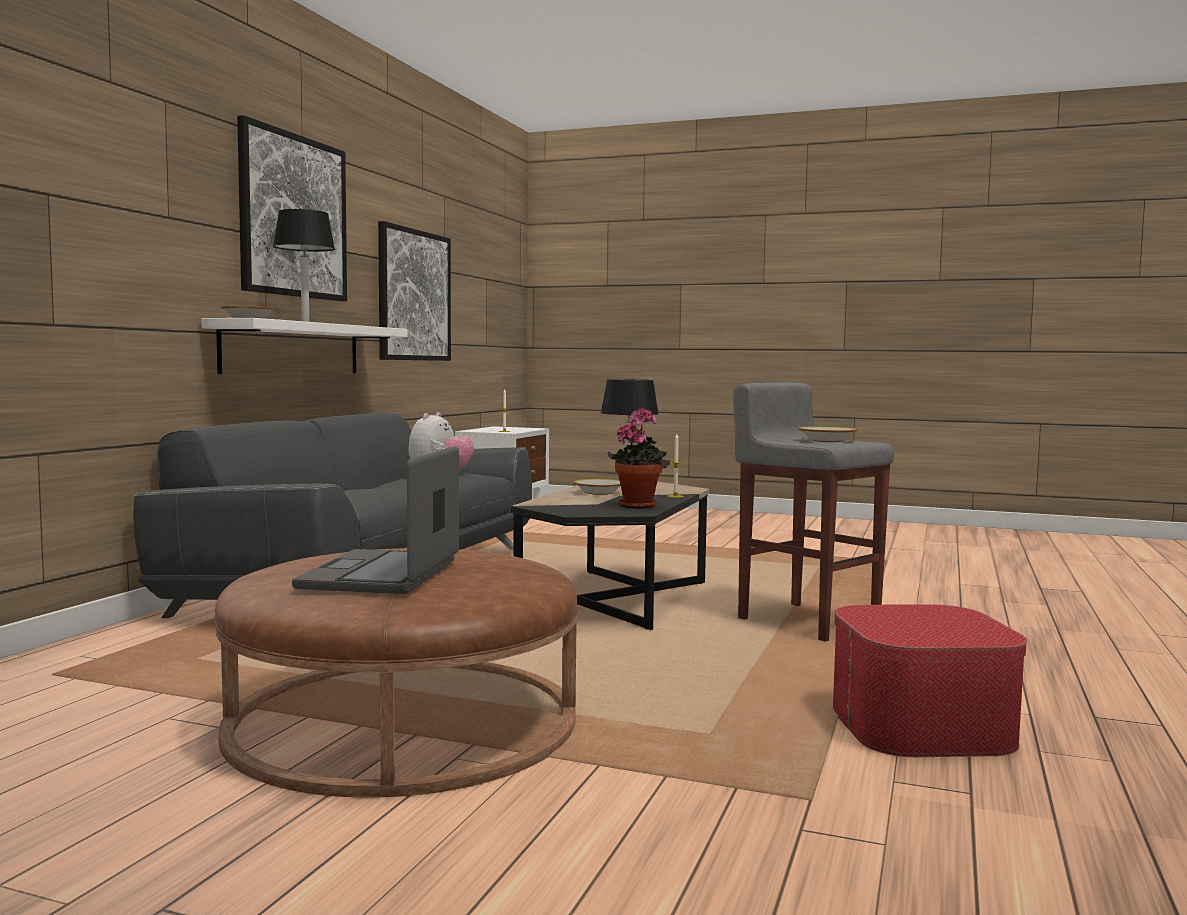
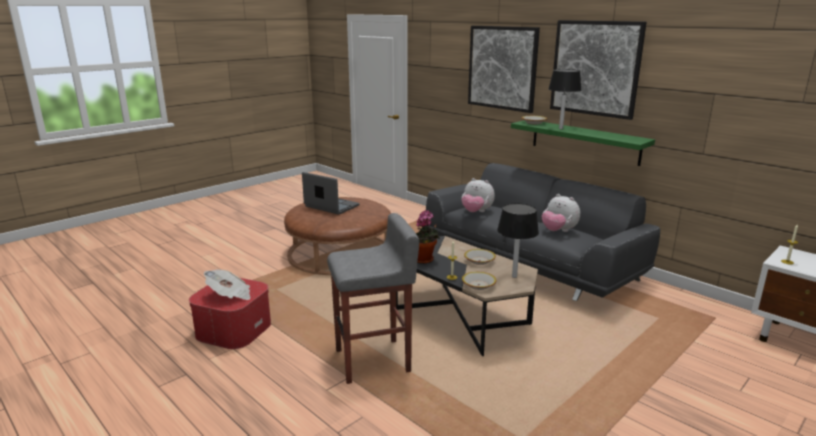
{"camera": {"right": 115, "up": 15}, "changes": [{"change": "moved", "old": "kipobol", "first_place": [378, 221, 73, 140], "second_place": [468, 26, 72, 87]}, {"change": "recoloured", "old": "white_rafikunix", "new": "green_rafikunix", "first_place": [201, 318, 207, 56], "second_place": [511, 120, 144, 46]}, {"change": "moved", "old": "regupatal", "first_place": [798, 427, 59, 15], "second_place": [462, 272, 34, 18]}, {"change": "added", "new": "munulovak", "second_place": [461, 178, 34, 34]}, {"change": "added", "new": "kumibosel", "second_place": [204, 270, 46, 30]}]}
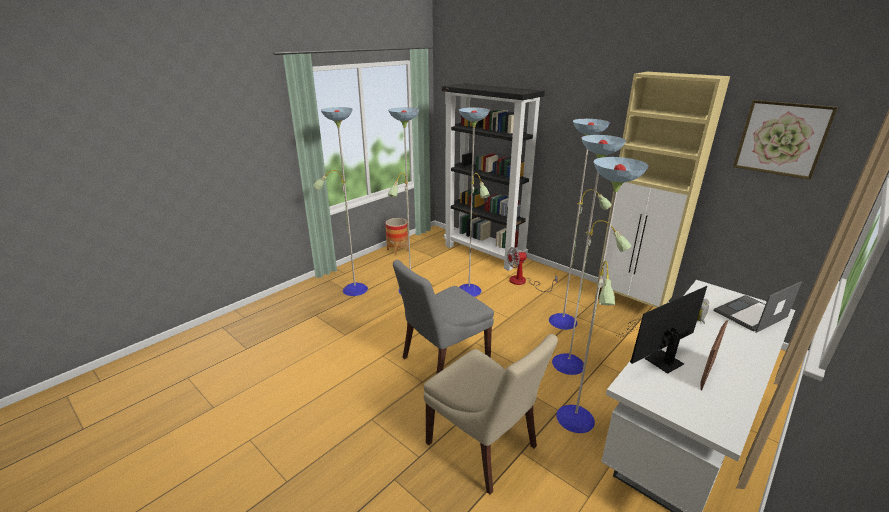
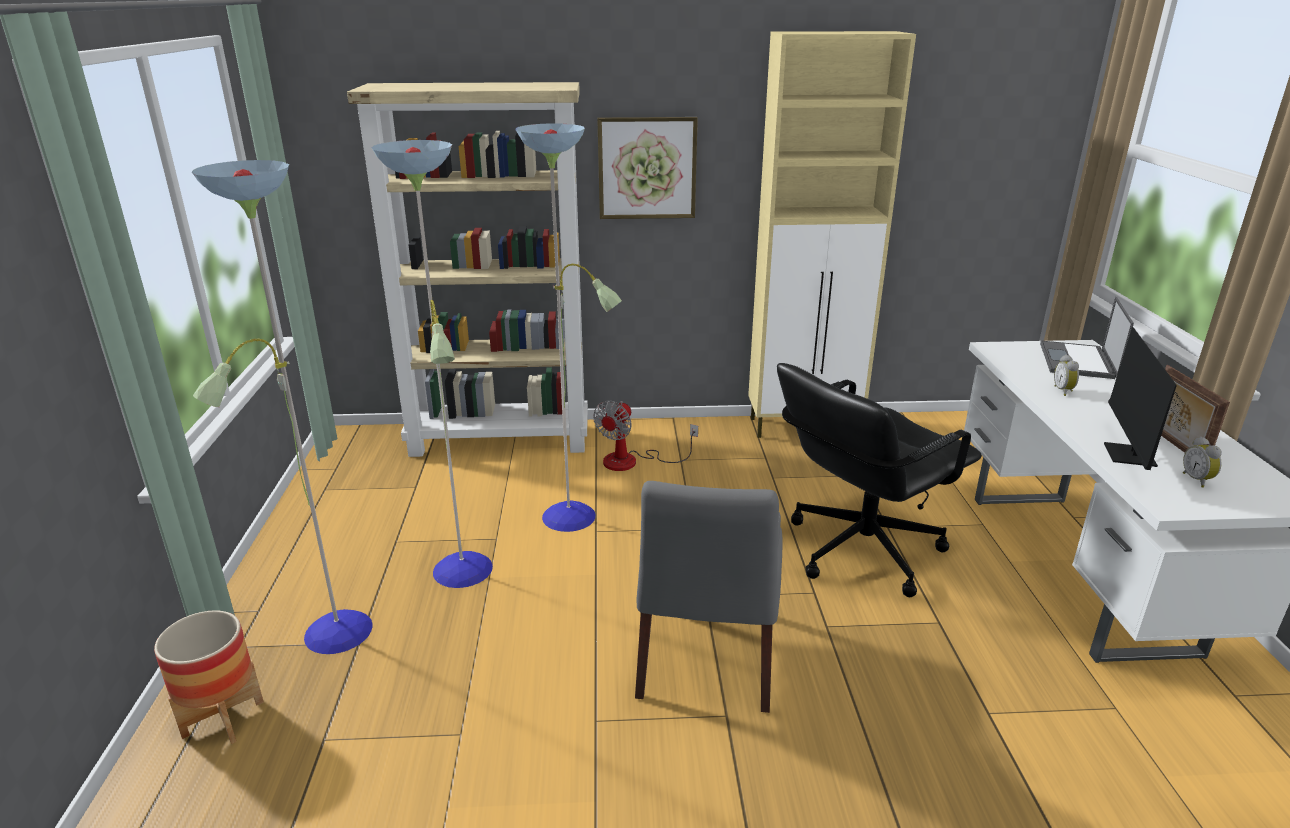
{"camera": {"right": -45, "up": 0}, "changes": [{"change": "recoloured", "old": "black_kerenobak", "new": "beige_kerenobak", "first_place": [442, 83, 103, 188], "second_place": [347, 82, 241, 375]}, {"change": "moved", "old": "kipobol", "first_place": [733, 100, 105, 80], "second_place": [597, 117, 101, 102]}, {"change": "replaced", "old": "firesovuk", "new": "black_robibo", "first_place": [549, 119, 100, 314], "second_place": [777, 363, 205, 234]}, {"change": "moved", "old": "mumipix", "first_place": [386, 218, 23, 37], "second_place": [154, 610, 110, 134]}, {"change": "removed", "old": "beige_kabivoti", "first_place": [424, 334, 134, 161]}, {"change": "added", "new": "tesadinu", "second_place": [1183, 436, 39, 52]}]}
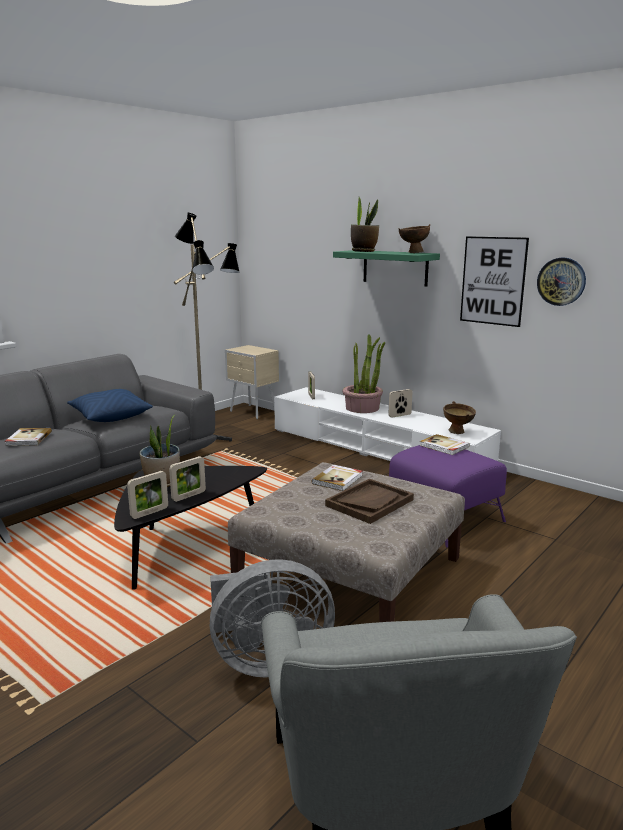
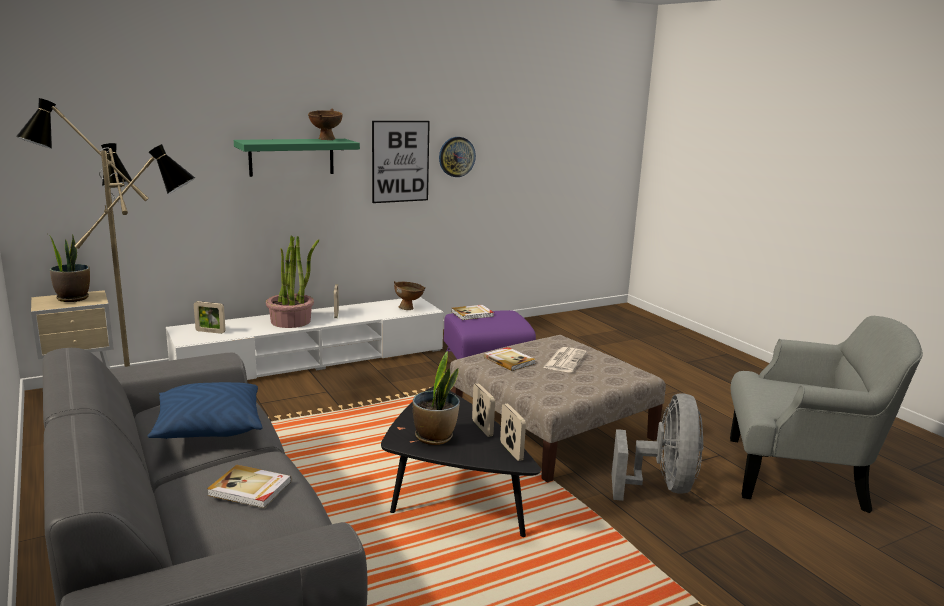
{"camera": {"right": -70, "up": 0}, "changes": [{"change": "moved", "old": "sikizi", "first_place": [351, 197, 28, 55], "second_place": [48, 234, 42, 68]}, {"change": "replaced", "old": "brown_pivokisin", "new": "kumibosel", "first_place": [325, 479, 89, 45], "second_place": [543, 347, 44, 25]}]}
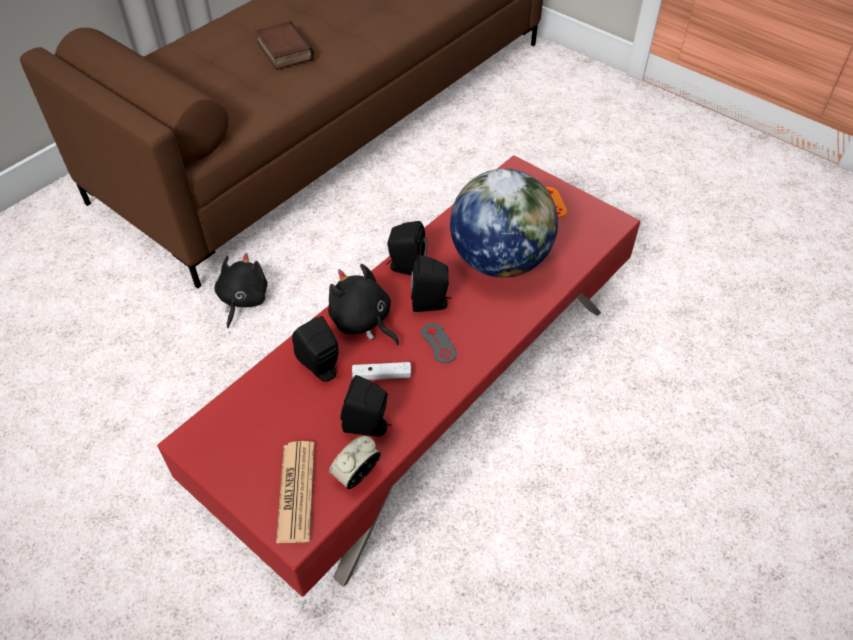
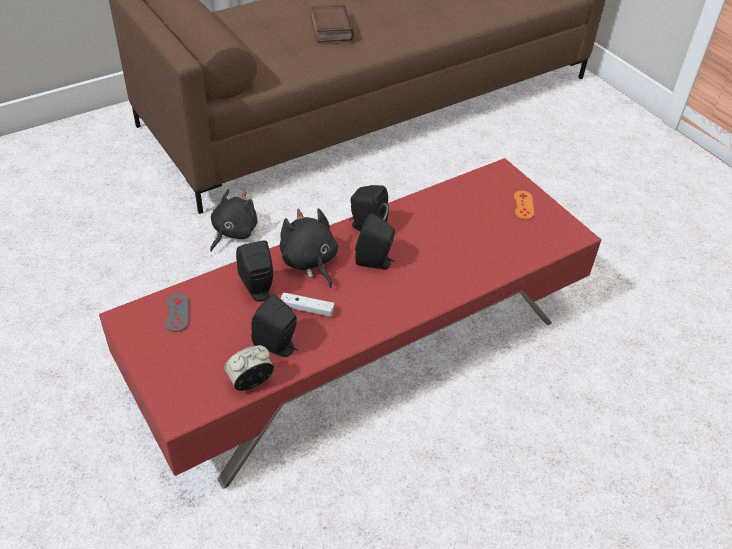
{"camera": {"right": 15, "up": -5}, "changes": [{"change": "removed", "old": "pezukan", "first_place": [450, 169, 108, 109]}, {"change": "moved", "old": "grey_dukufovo", "first_place": [421, 323, 36, 40], "second_place": [165, 294, 24, 38]}, {"change": "removed", "old": "kumibosel", "first_place": [276, 441, 39, 103]}]}
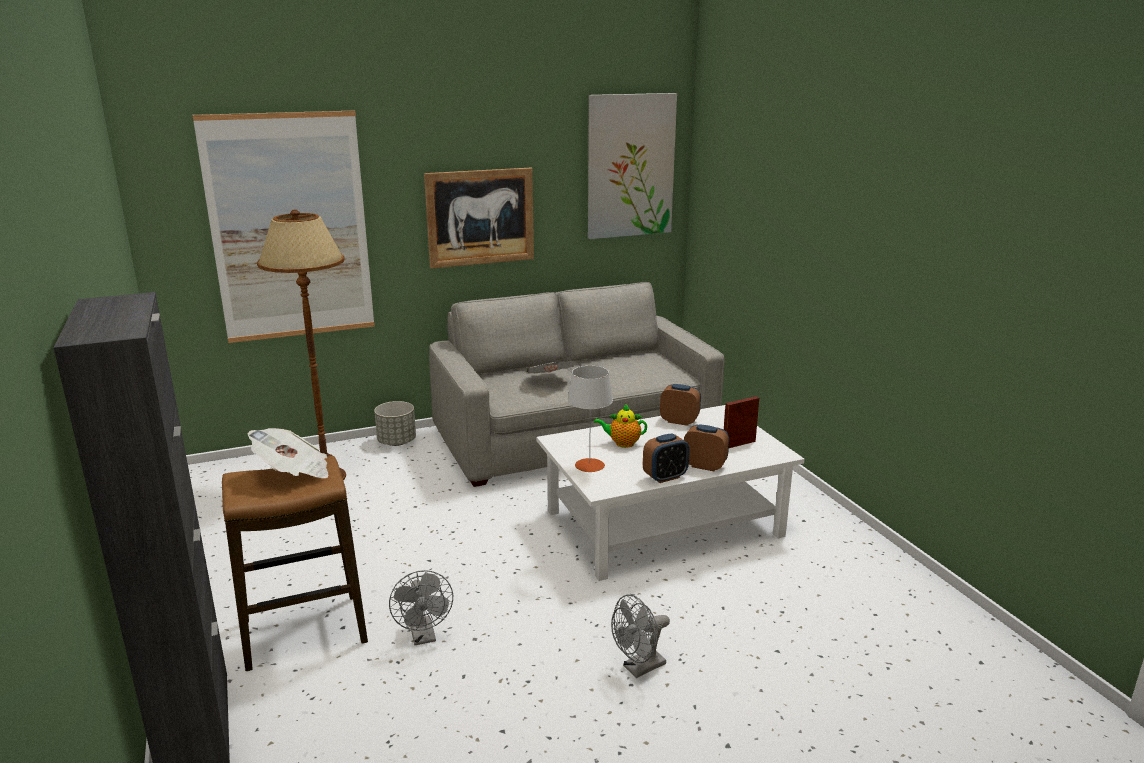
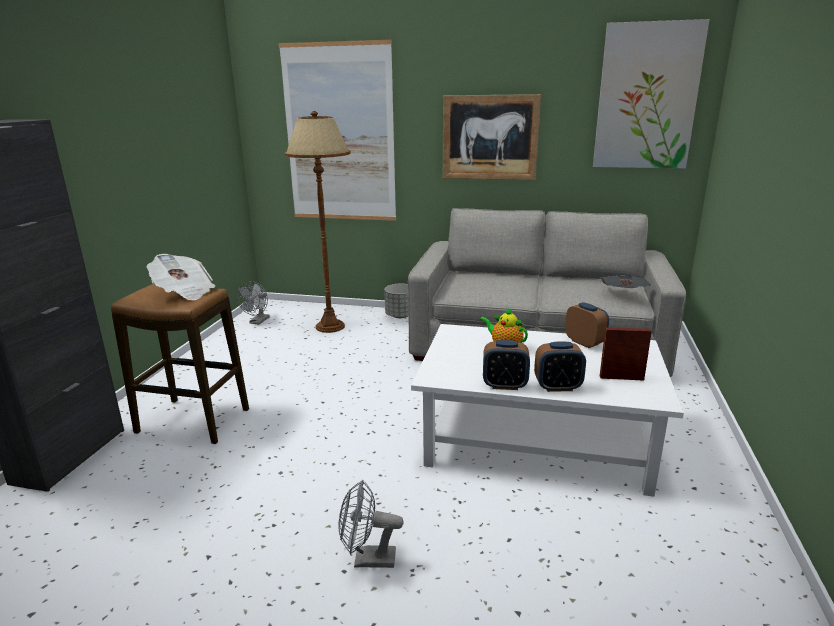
{"camera": {"right": 35, "up": 0}, "changes": [{"change": "moved", "old": "kumibosel", "first_place": [525, 361, 49, 13], "second_place": [600, 275, 51, 13]}, {"change": "removed", "old": "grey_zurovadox", "first_place": [568, 366, 45, 106]}, {"change": "turned", "old": "tesadinu", "first_place": [684, 425, 45, 46], "second_place": [534, 341, 52, 51], "degrees": 120}, {"change": "moved", "old": "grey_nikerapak", "first_place": [389, 570, 64, 75], "second_place": [237, 281, 33, 44]}]}
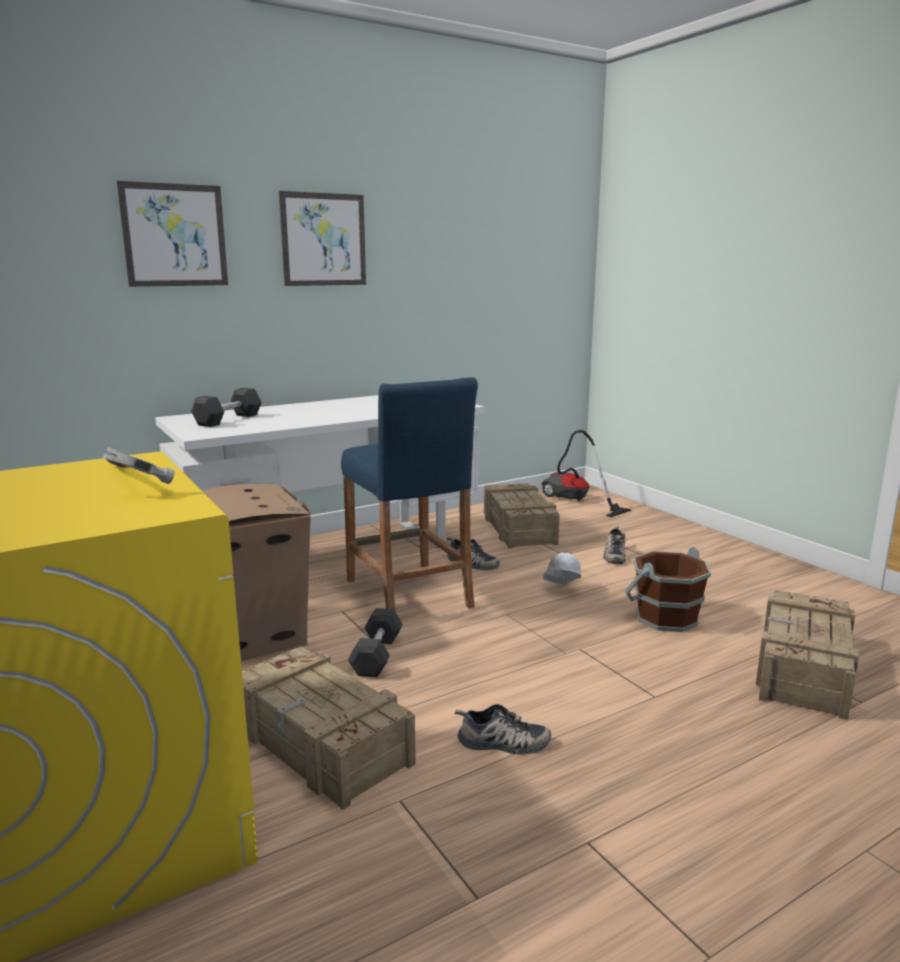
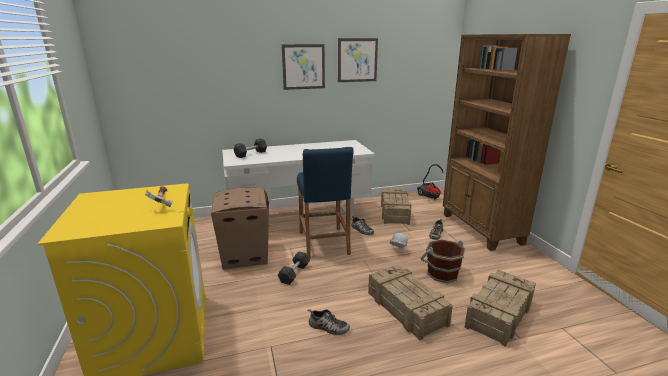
{"camera": {"right": 15, "up": 5}, "changes": [{"change": "moved", "old": "kipobol", "first_place": [117, 181, 111, 106], "second_place": [338, 38, 40, 44]}, {"change": "moved", "old": "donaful", "first_place": [242, 646, 174, 164], "second_place": [368, 264, 85, 76]}, {"change": "added", "new": "brown_kerenobak", "second_place": [443, 34, 128, 217]}]}
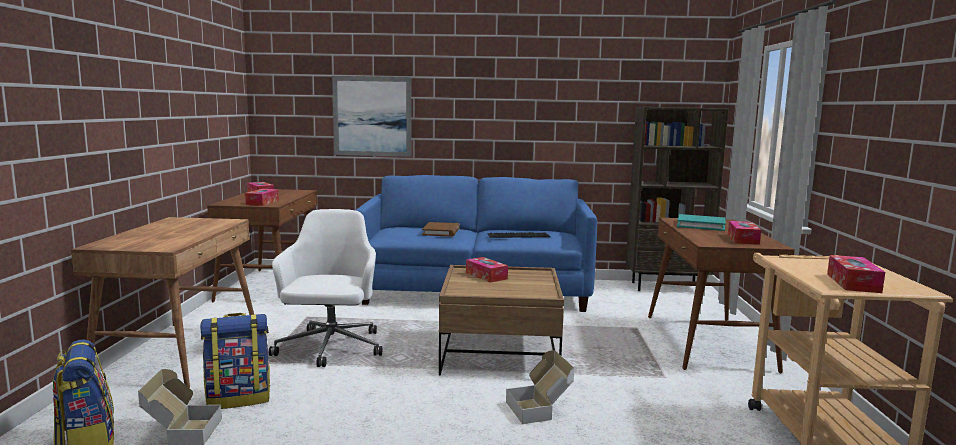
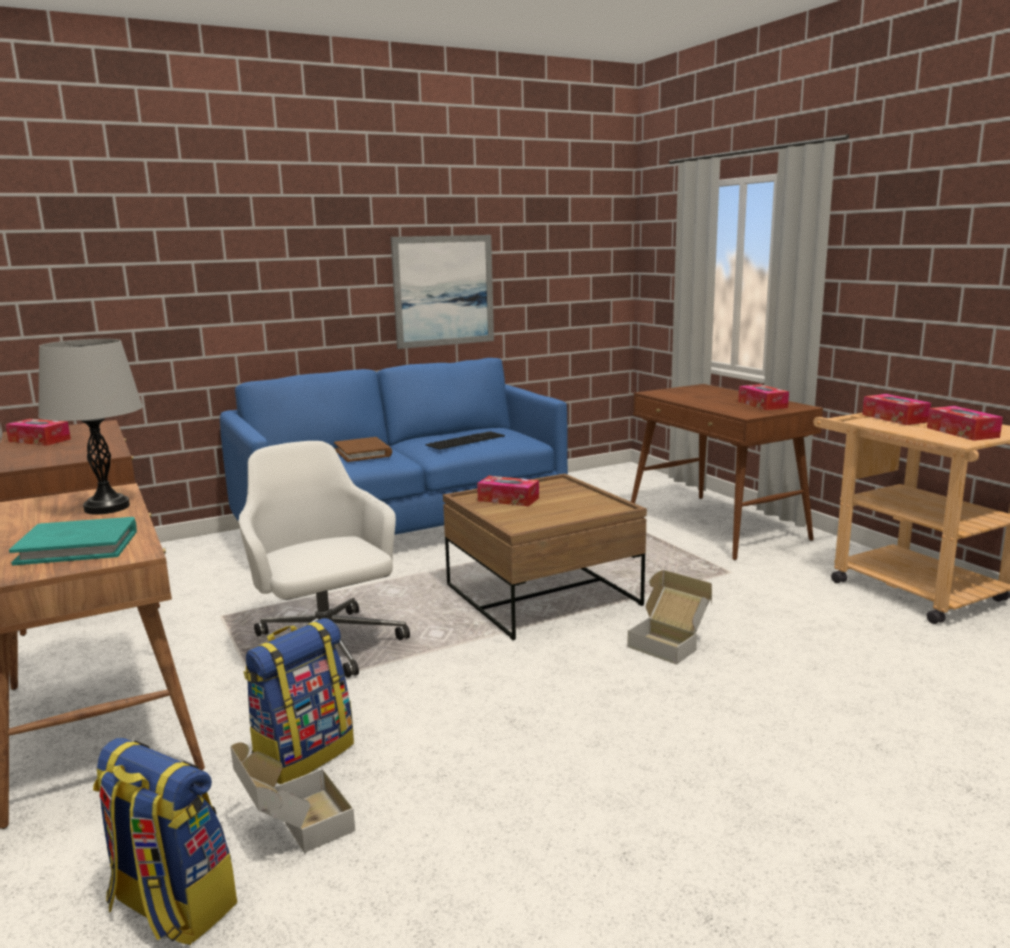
{"camera": {"right": -30, "up": 5}, "changes": [{"change": "moved", "old": "kipobol", "first_place": [332, 76, 79, 81], "second_place": [391, 235, 103, 114]}, {"change": "removed", "old": "brown_kerenobak", "first_place": [626, 107, 103, 184]}, {"change": "moved", "old": "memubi", "first_place": [245, 189, 34, 17], "second_place": [862, 394, 69, 31]}, {"change": "moved", "old": "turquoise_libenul", "first_place": [677, 214, 49, 17], "second_place": [9, 517, 128, 48]}, {"change": "added", "new": "grey_zurovadox", "second_place": [38, 339, 105, 175]}]}
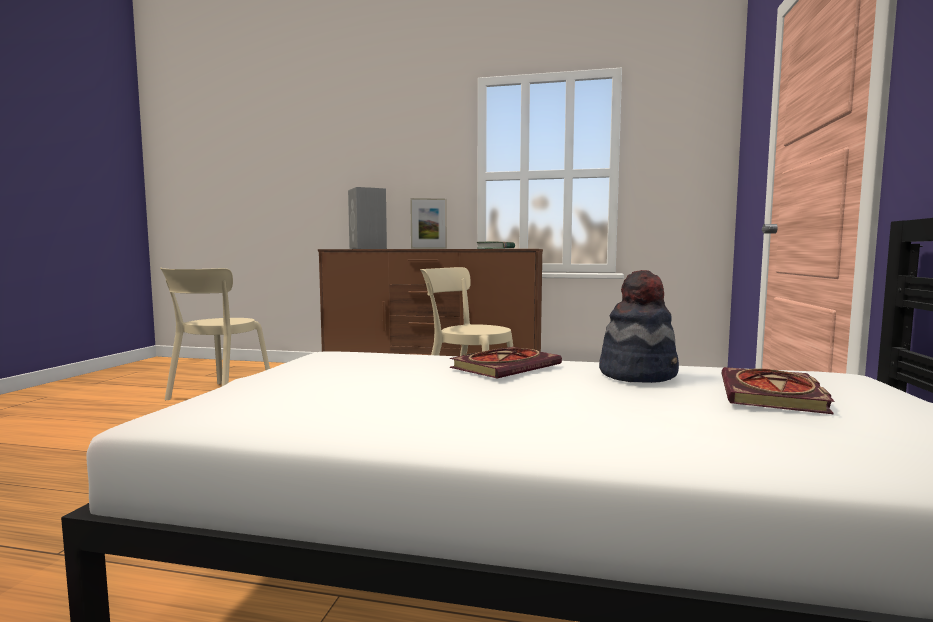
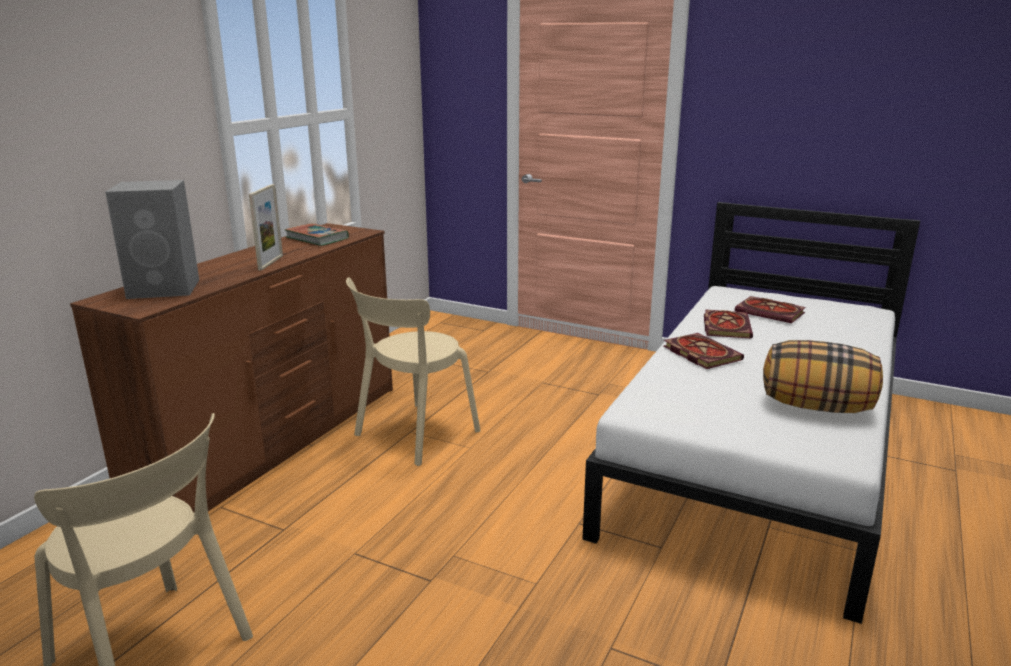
{"camera": {"right": -75, "up": 15}, "changes": [{"change": "replaced", "old": "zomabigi", "new": "libenul", "first_place": [599, 270, 80, 113], "second_place": [704, 309, 49, 30]}, {"change": "added", "new": "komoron", "second_place": [763, 340, 120, 73]}]}
